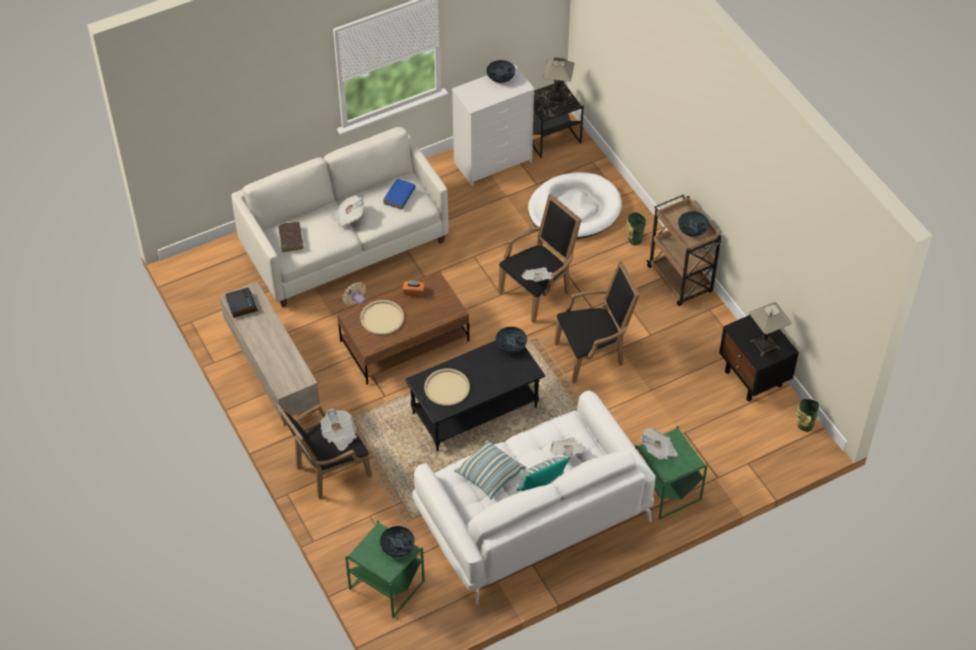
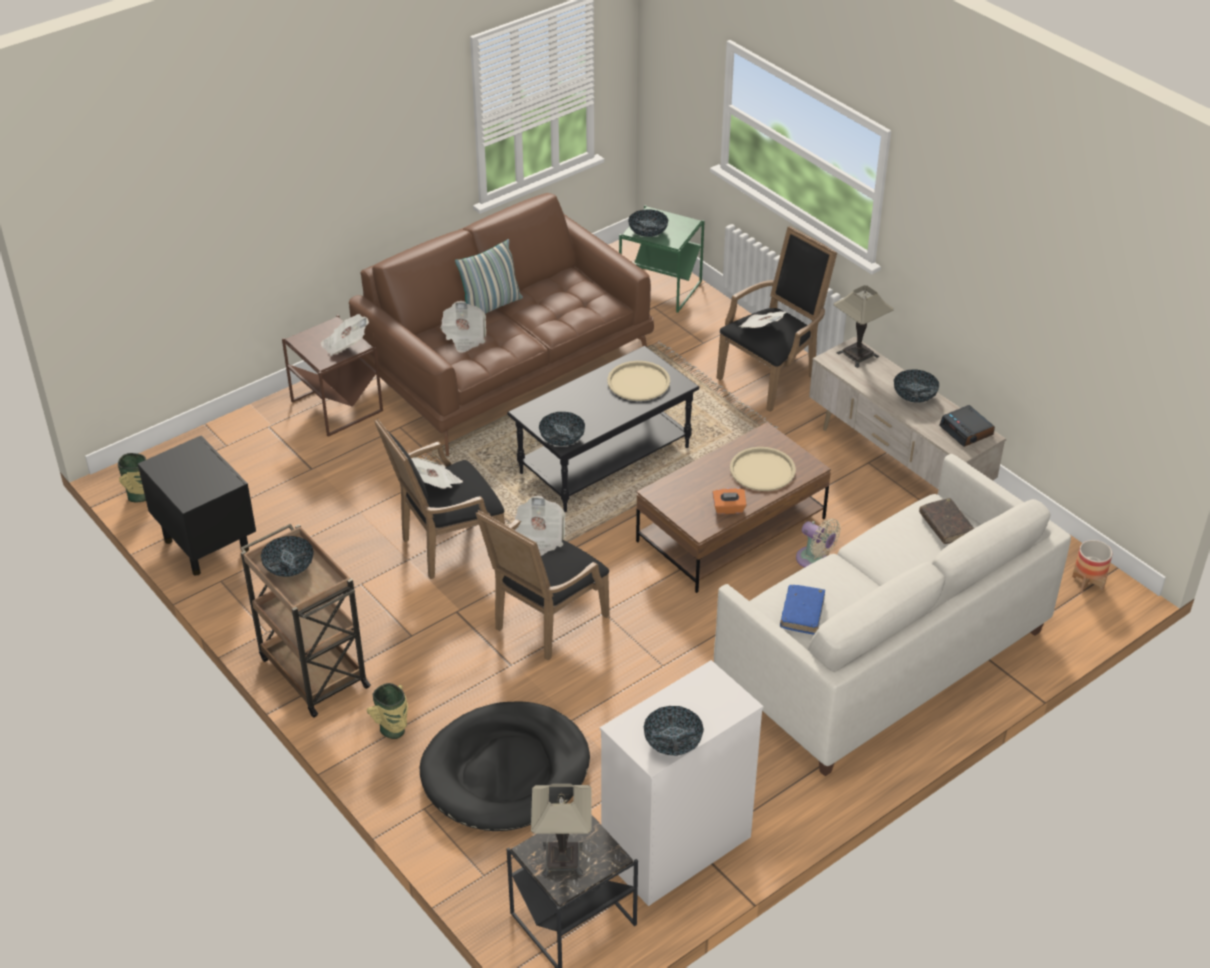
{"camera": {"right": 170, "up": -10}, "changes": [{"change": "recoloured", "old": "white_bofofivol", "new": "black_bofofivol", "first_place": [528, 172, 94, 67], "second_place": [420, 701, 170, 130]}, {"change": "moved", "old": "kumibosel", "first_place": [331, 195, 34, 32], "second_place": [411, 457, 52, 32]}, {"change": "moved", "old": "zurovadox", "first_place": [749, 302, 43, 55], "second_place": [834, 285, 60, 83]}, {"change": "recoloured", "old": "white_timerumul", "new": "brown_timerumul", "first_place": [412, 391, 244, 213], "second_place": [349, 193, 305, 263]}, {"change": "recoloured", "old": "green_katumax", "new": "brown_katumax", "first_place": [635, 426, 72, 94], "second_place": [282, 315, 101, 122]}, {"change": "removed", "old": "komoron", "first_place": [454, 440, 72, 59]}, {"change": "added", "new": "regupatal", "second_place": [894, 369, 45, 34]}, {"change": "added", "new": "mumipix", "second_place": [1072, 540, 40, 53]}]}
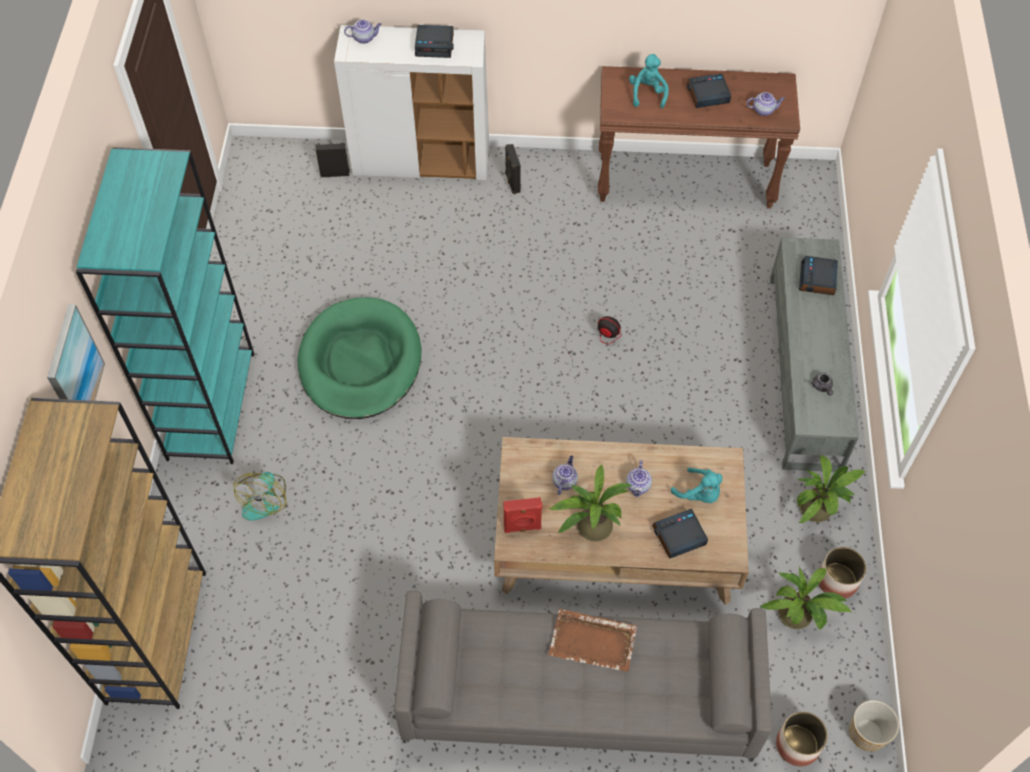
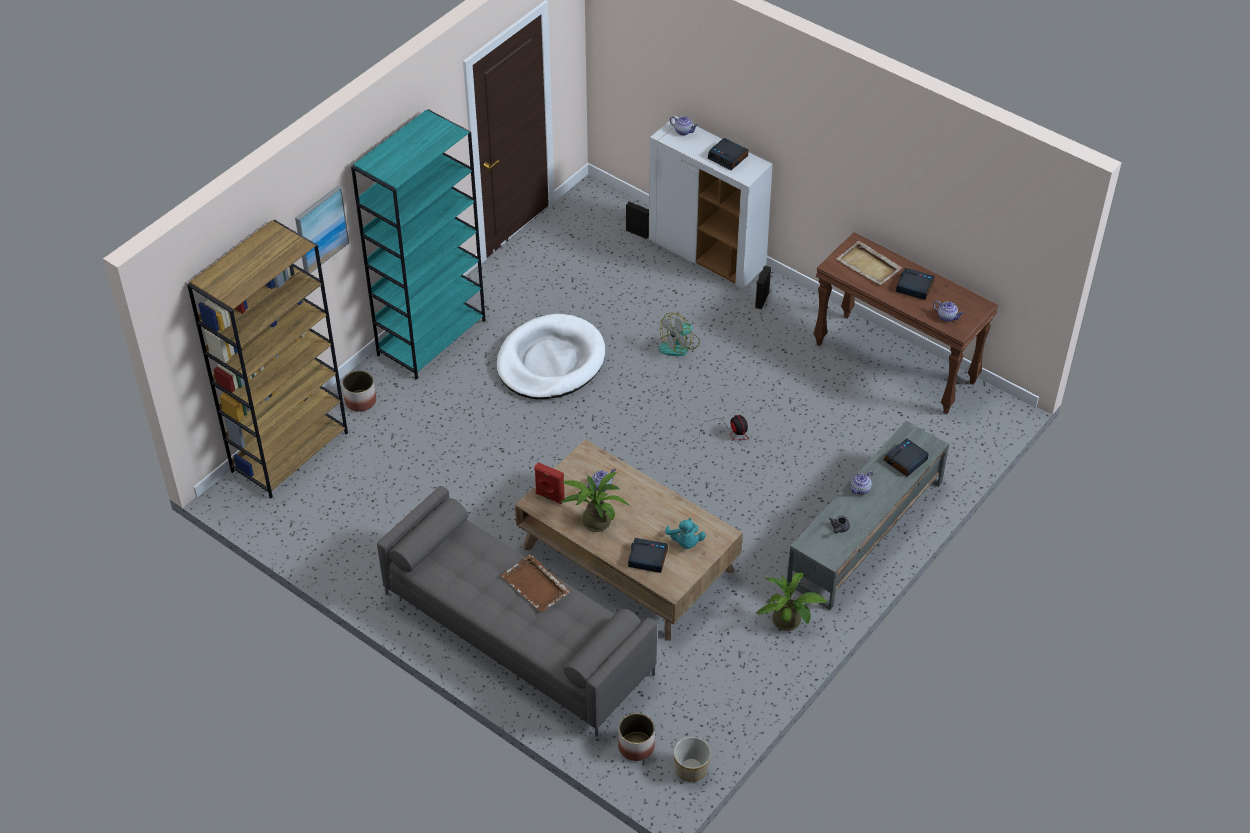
{"camera": {"right": 35, "up": -10}, "changes": [{"change": "replaced", "old": "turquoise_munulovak", "new": "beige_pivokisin", "first_place": [629, 54, 40, 54], "second_place": [836, 241, 66, 44]}, {"change": "recoloured", "old": "green_bofofivol", "new": "white_bofofivol", "first_place": [297, 297, 124, 122], "second_place": [496, 314, 109, 85]}, {"change": "moved", "old": "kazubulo", "first_place": [626, 460, 26, 37], "second_place": [850, 471, 23, 24]}, {"change": "moved", "old": "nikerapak", "first_place": [233, 472, 53, 49], "second_place": [658, 313, 42, 43]}, {"change": "moved", "old": "mumipix", "first_place": [819, 547, 47, 52], "second_place": [342, 371, 34, 41]}, {"change": "removed", "old": "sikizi", "first_place": [759, 566, 92, 63]}]}
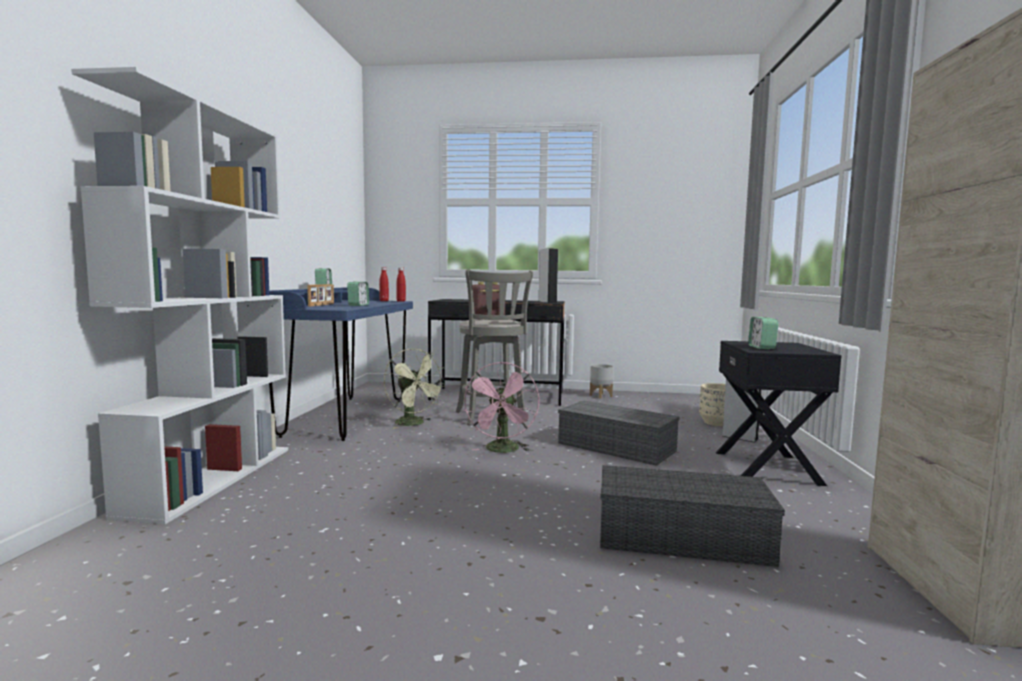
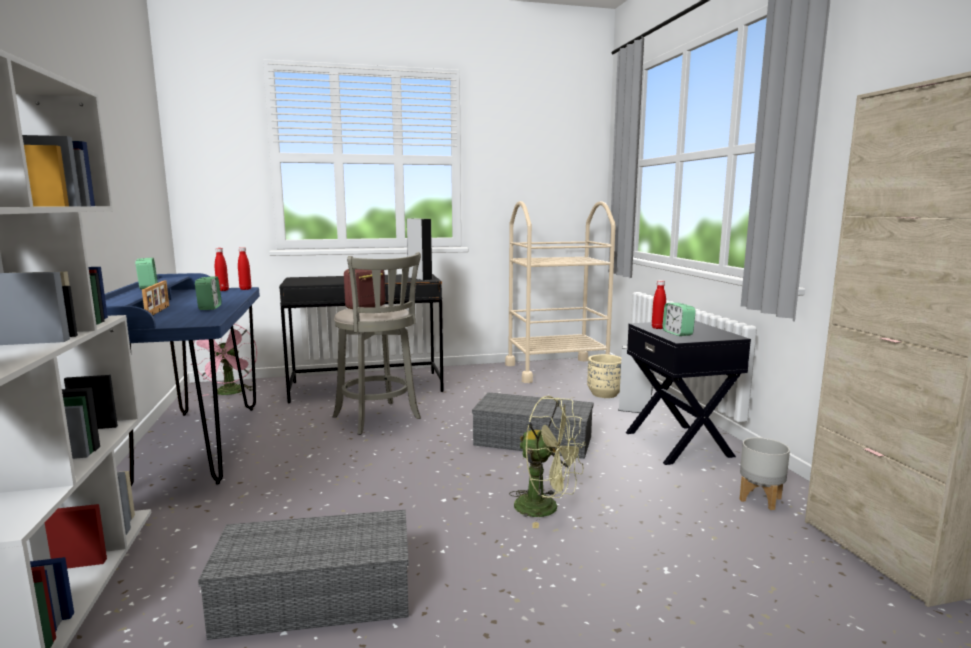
{"camera": {"right": -20, "up": 5}, "changes": [{"change": "moved", "old": "green_nikerapak", "first_place": [384, 348, 62, 81], "second_place": [509, 396, 77, 132]}, {"change": "moved", "old": "pink_nikerapak", "first_place": [463, 362, 76, 91], "second_place": [191, 324, 66, 72]}, {"change": "moved", "old": "grey_mumipix", "first_place": [590, 364, 24, 35], "second_place": [739, 437, 51, 73]}, {"change": "moved", "old": "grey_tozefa", "first_place": [600, 465, 185, 102], "second_place": [198, 510, 211, 130]}, {"change": "added", "new": "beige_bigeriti", "second_place": [505, 201, 111, 182]}, {"change": "added", "new": "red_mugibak", "second_place": [652, 280, 14, 49]}]}
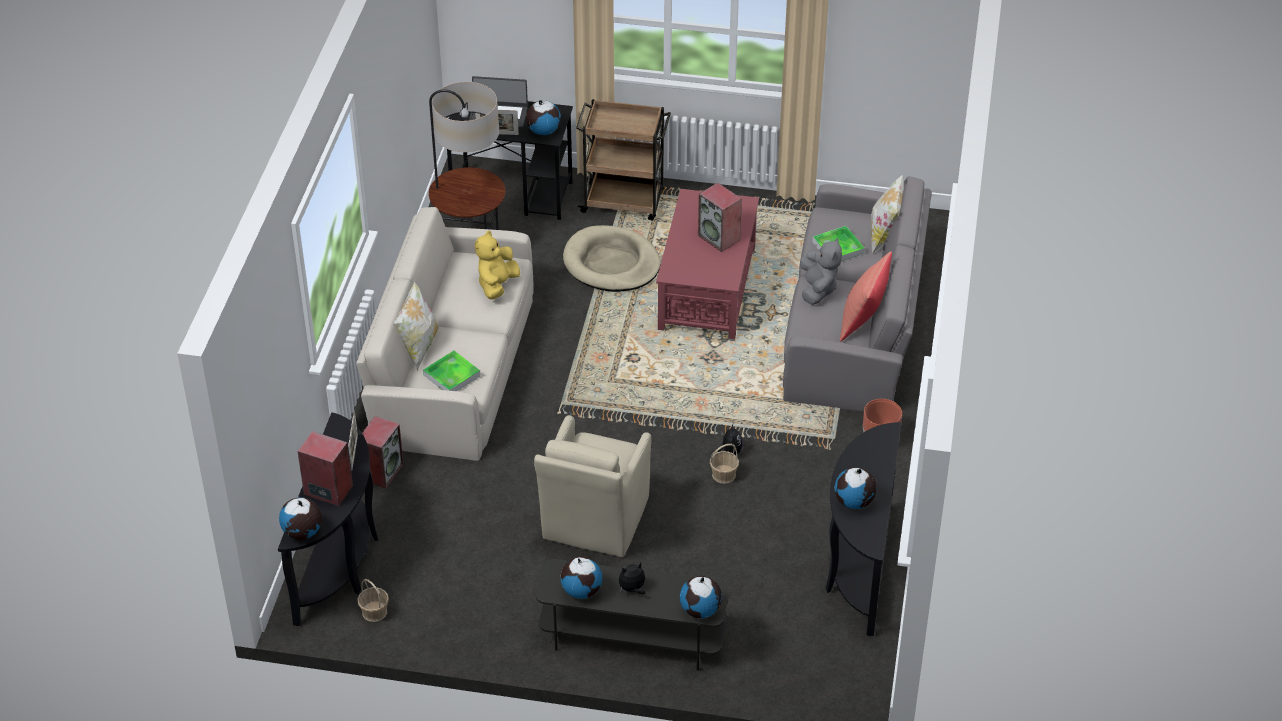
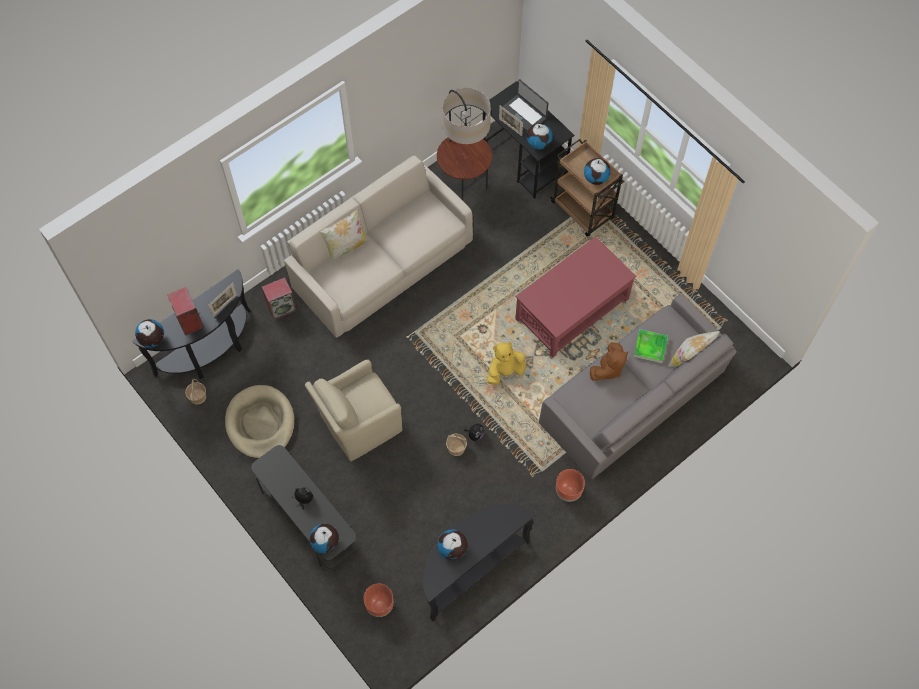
{"camera": {"right": 40, "up": 20}, "changes": [{"change": "removed", "old": "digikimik", "first_place": [698, 182, 44, 70]}, {"change": "moved", "old": "beige_bofofivol", "first_place": [563, 225, 98, 67], "second_place": [225, 385, 70, 74]}, {"change": "moved", "old": "yellow_munulovak", "first_place": [475, 230, 45, 70], "second_place": [487, 342, 39, 43]}, {"change": "recoloured", "old": "grey_munulovak", "new": "brown_munulovak", "first_place": [800, 238, 42, 67], "second_place": [590, 342, 38, 39]}, {"change": "removed", "old": "red_komoron", "first_place": [840, 251, 52, 90]}, {"change": "removed", "old": "pivokisin", "first_place": [423, 351, 58, 40]}, {"change": "moved", "old": "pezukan", "first_place": [560, 557, 43, 42], "second_place": [584, 158, 27, 27]}, {"change": "added", "new": "brown_mumipix", "second_place": [363, 584, 31, 33]}]}
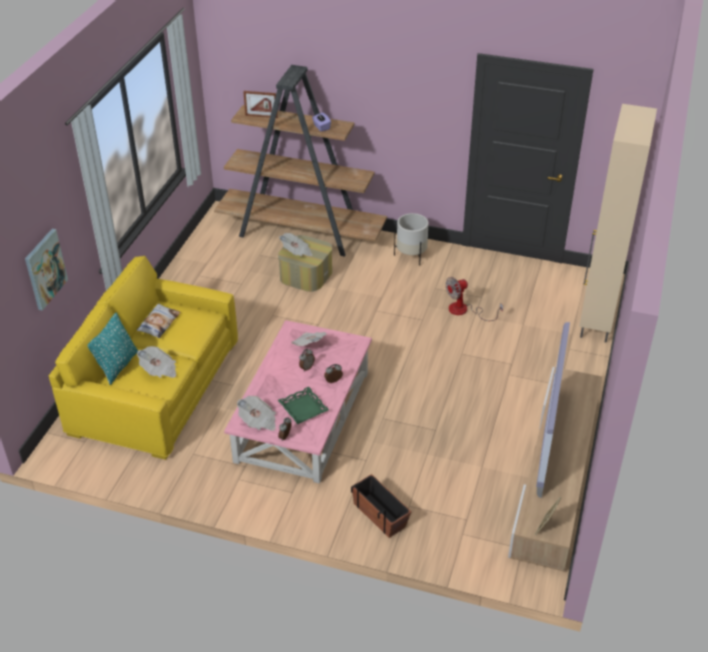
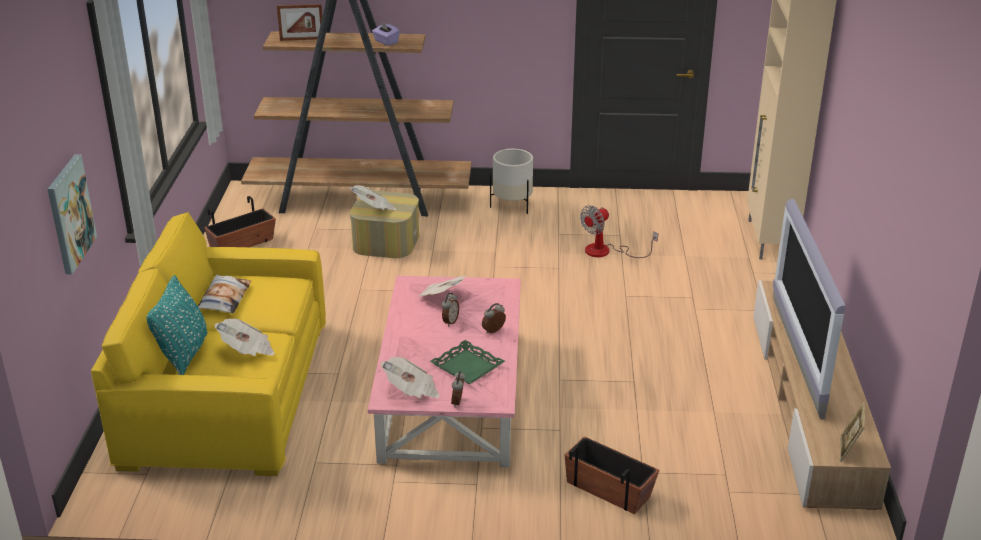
{"camera": {"right": -15, "up": -10}, "changes": [{"change": "added", "new": "mumipix", "second_place": [204, 196, 72, 51]}]}
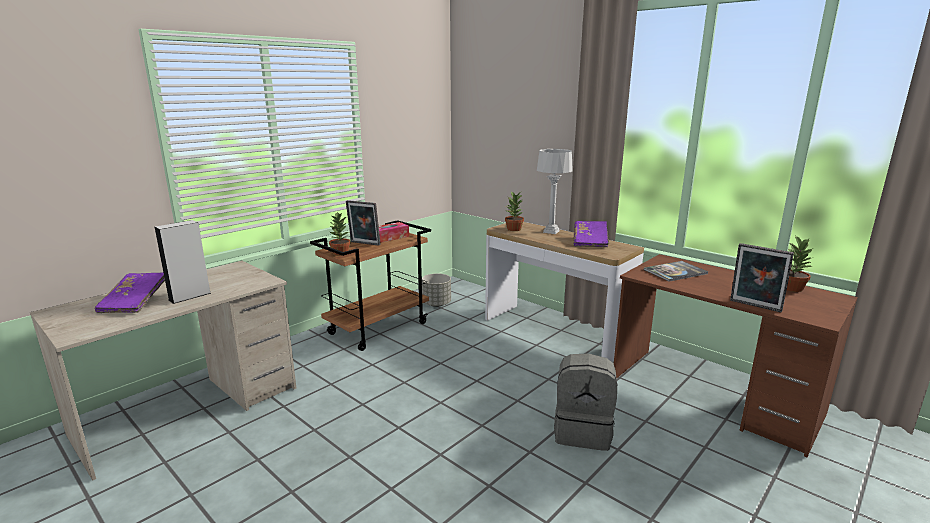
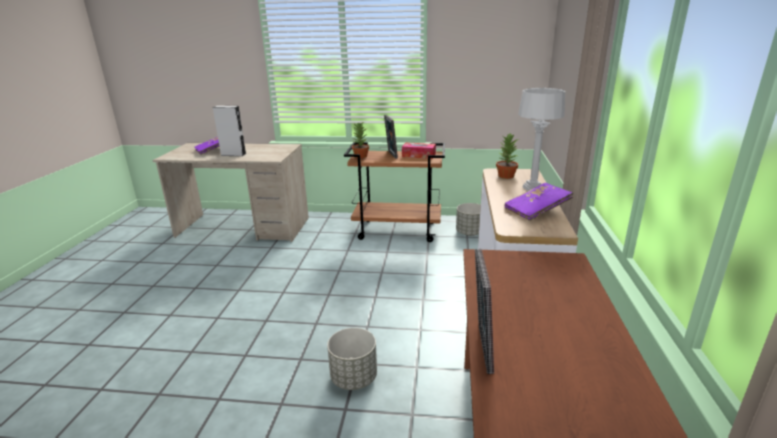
{"camera": {"right": 55, "up": 5}, "changes": [{"change": "removed", "old": "sikizi", "first_place": [787, 235, 27, 57]}, {"change": "removed", "old": "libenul", "first_place": [644, 261, 65, 21]}, {"change": "replaced", "old": "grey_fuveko", "new": "grey_mumipix", "first_place": [554, 353, 63, 98], "second_place": [327, 328, 50, 62]}]}
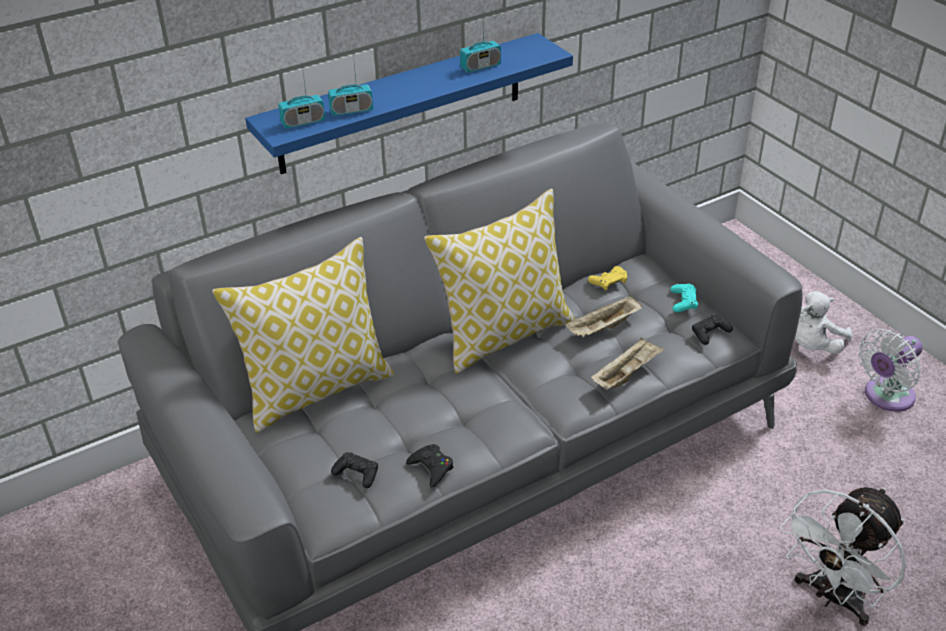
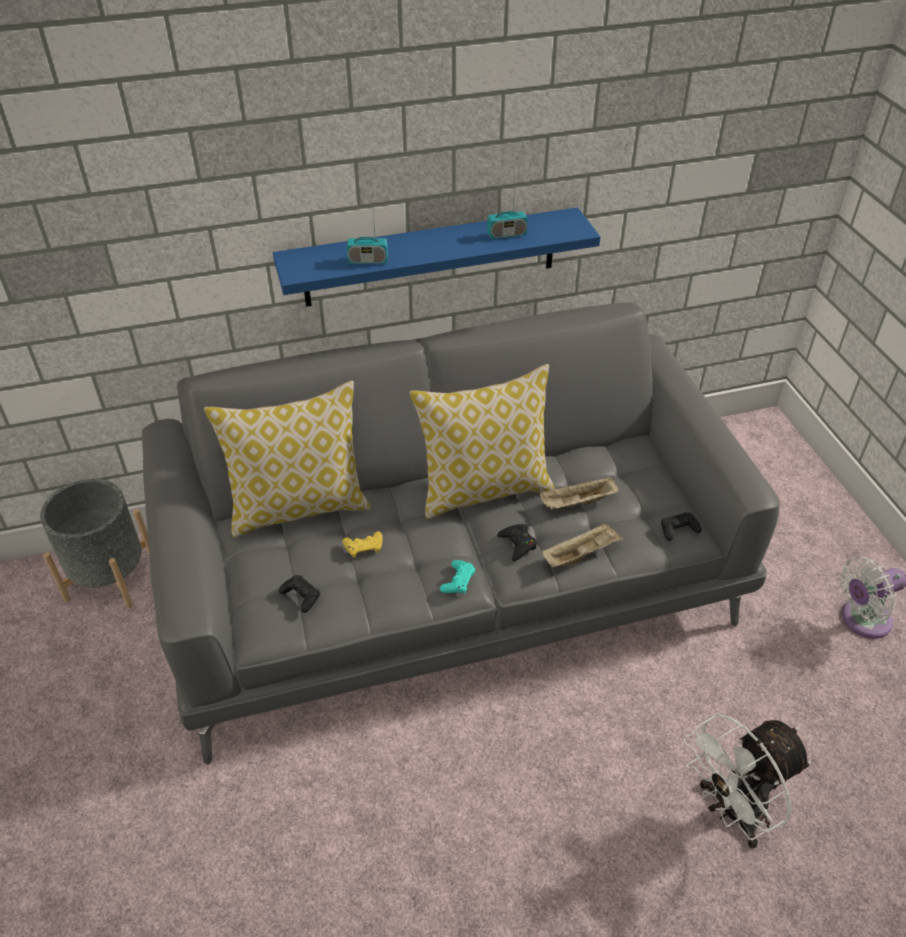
{"camera": {"right": 15, "up": 5}, "changes": [{"change": "removed", "old": "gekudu", "first_place": [278, 65, 47, 64]}, {"change": "moved", "old": "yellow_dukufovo", "first_place": [588, 266, 39, 25], "second_place": [342, 531, 41, 27]}, {"change": "moved", "old": "turquoise_dukufovo", "first_place": [671, 284, 27, 28], "second_place": [440, 560, 35, 34]}, {"change": "removed", "old": "white_munulovak", "first_place": [795, 291, 57, 63]}, {"change": "moved", "old": "black_dukufovo", "first_place": [406, 444, 47, 44], "second_place": [497, 524, 40, 37]}, {"change": "added", "new": "grey_mumipix", "second_place": [40, 479, 110, 129]}]}
